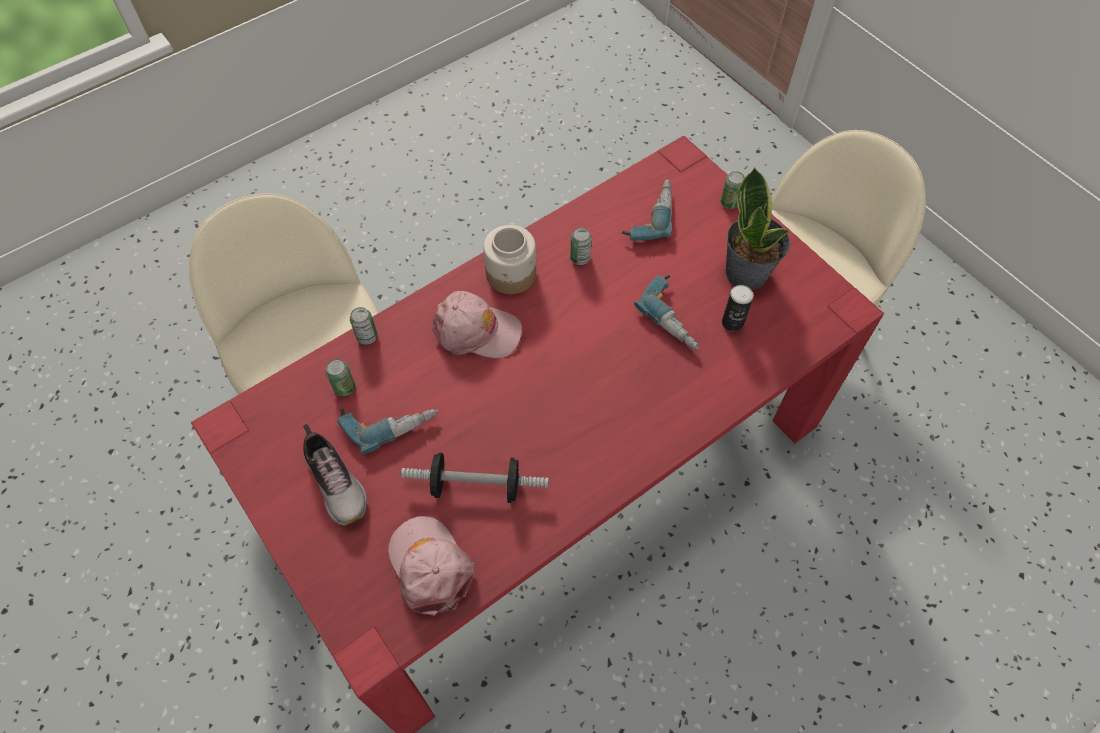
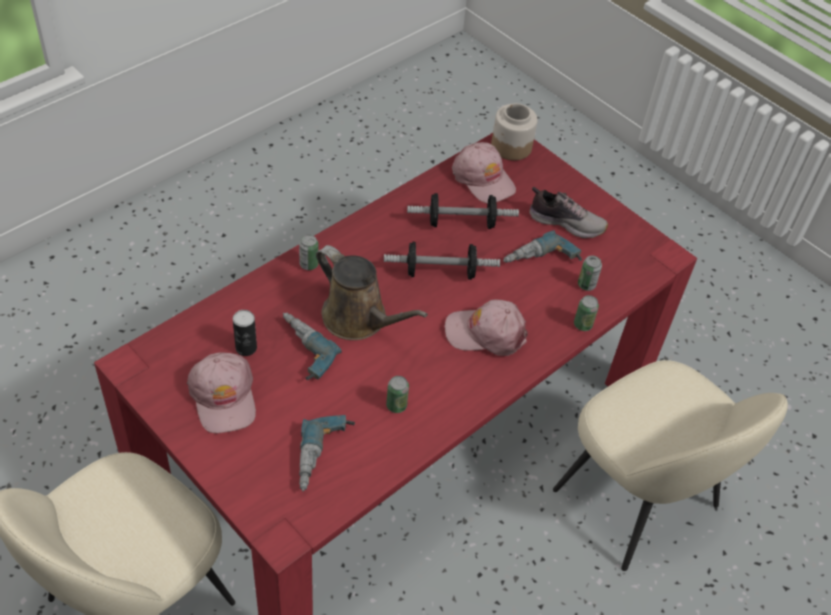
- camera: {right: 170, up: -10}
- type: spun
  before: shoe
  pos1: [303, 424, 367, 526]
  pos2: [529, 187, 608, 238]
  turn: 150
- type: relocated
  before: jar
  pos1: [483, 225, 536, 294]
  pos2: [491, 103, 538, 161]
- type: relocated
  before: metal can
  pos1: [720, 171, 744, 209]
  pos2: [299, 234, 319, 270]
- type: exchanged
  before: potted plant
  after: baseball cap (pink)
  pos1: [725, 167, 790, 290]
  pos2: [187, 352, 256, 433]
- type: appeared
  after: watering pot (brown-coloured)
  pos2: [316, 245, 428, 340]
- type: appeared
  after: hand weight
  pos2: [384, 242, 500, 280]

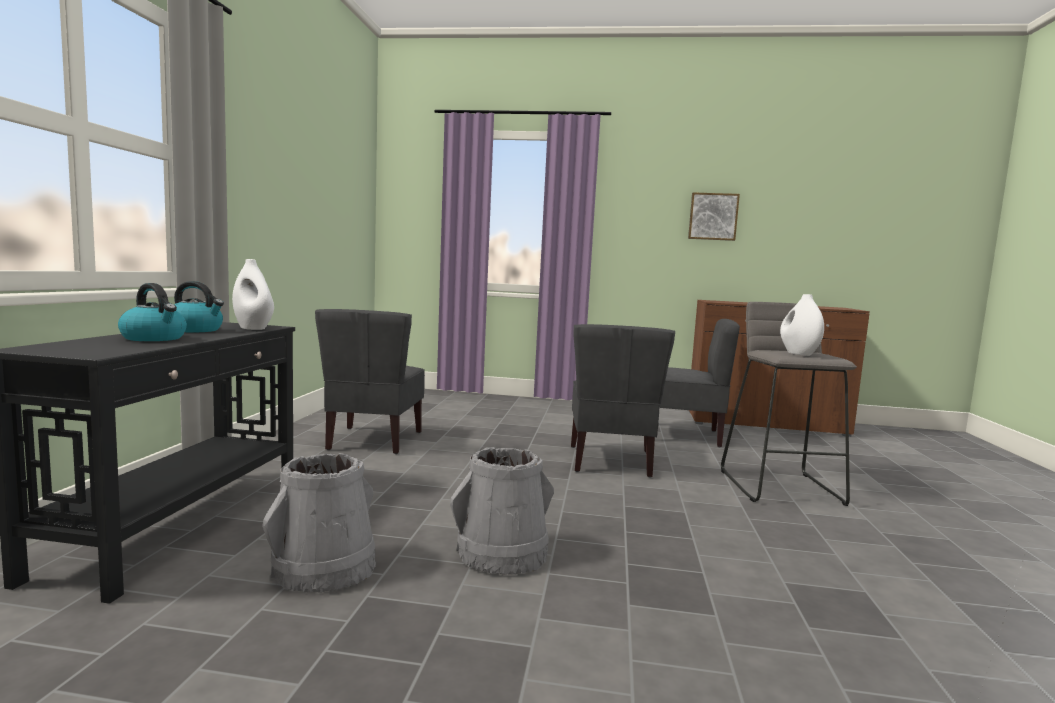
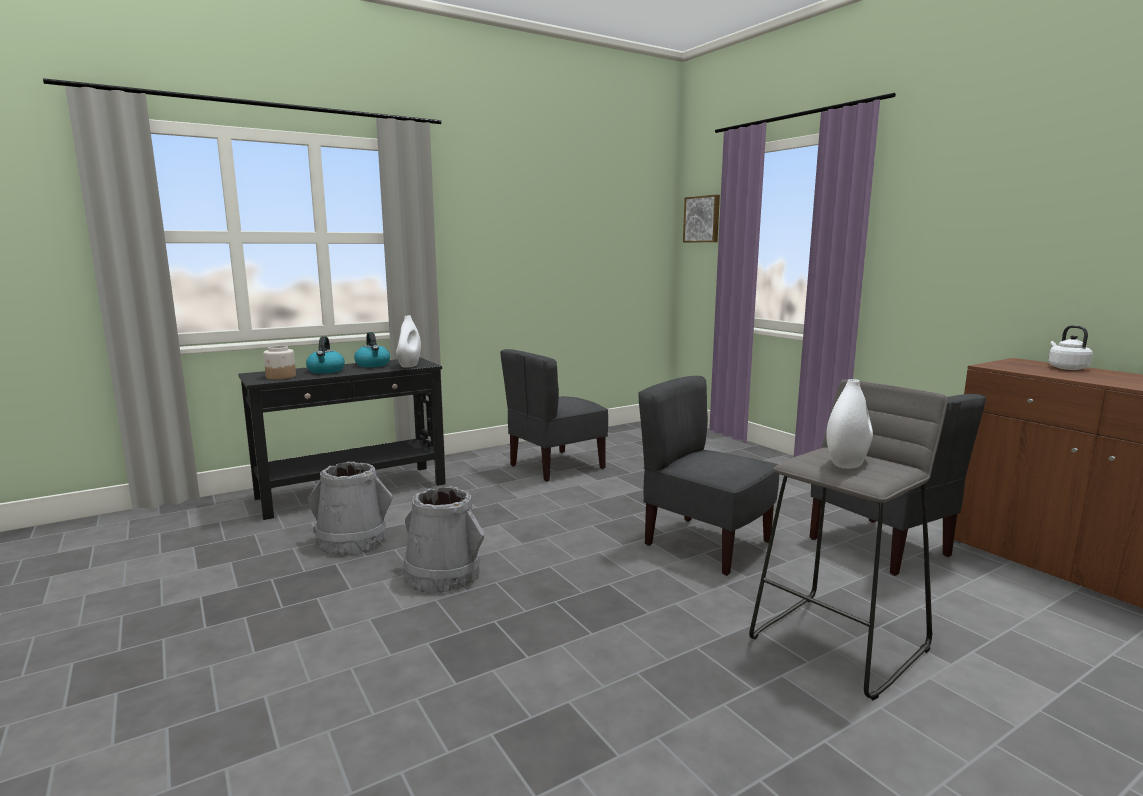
- camera: {right: 50, up: 5}
- type: spun
  before: chair (gray)
  pos1: [571, 324, 675, 477]
  pos2: [638, 376, 779, 576]
  turn: 75
- type: relocated
  before: wall picture
  pos1: [688, 192, 740, 241]
  pos2: [683, 195, 720, 243]
- type: appeared
  after: jar
  pos2: [263, 346, 296, 380]
- type: appeared
  after: water kettle (white)
  pos2: [1048, 325, 1093, 370]

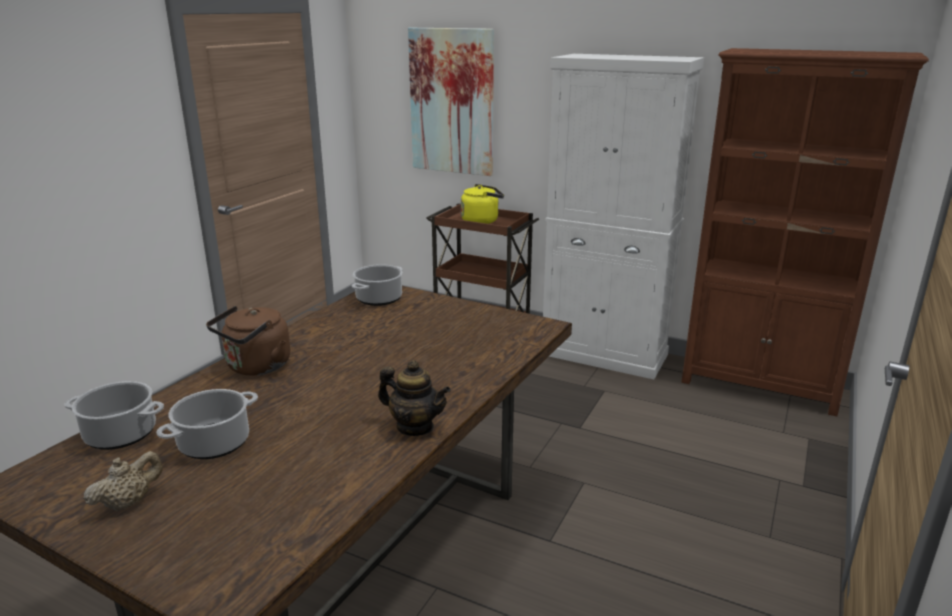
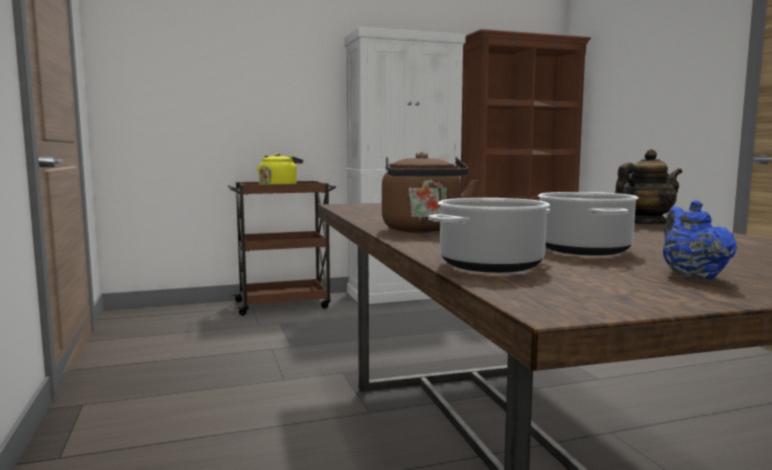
- camera: {right: -45, up: -15}
- type: colour
  before: teapot (sand-coloured)
  after: teapot (bluish)
  pos1: [84, 451, 163, 511]
  pos2: [663, 200, 737, 280]
- type: missing
  before: cooking pot
  pos1: [352, 264, 403, 306]
- type: missing
  before: wall picture
  pos1: [408, 28, 494, 176]

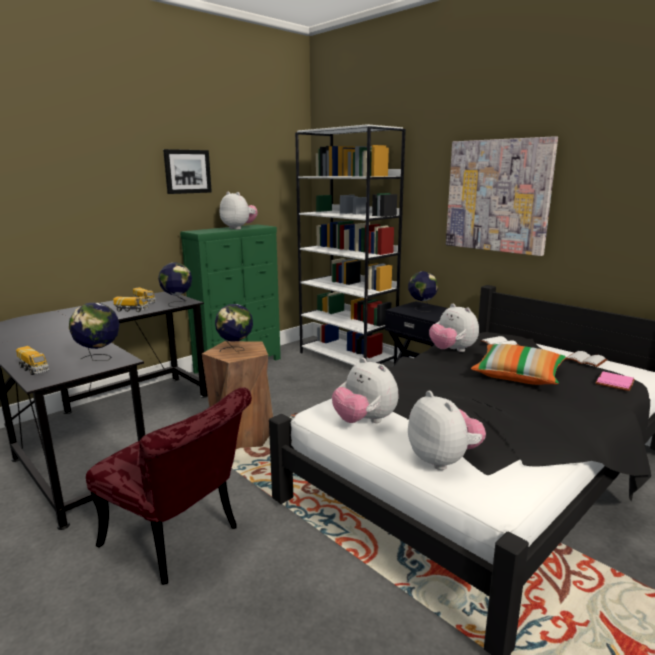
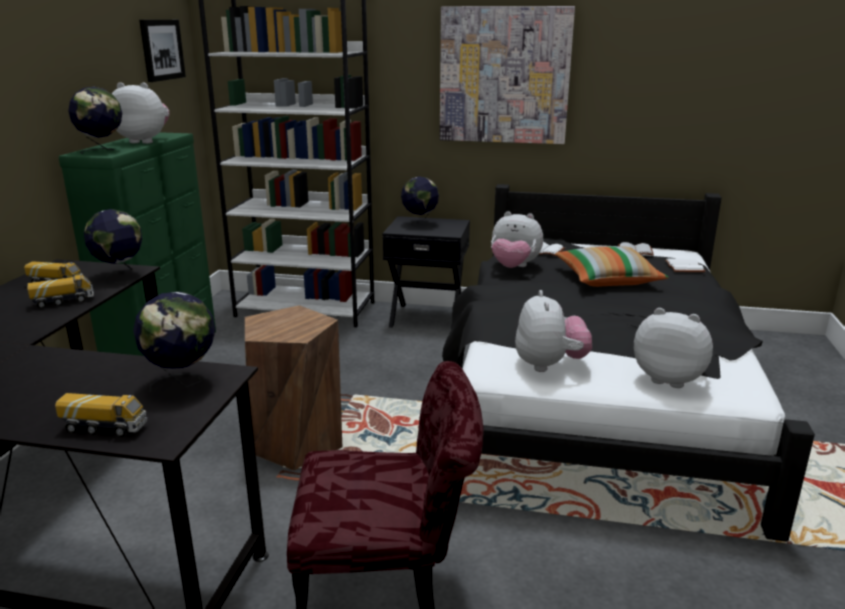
- camera: {right: -35, up: 5}
- type: relocated
  before: wall picture
  pos1: [163, 149, 212, 194]
  pos2: [139, 20, 186, 82]
- type: relocated
  before: world globe
  pos1: [215, 304, 253, 352]
  pos2: [68, 87, 122, 154]
- type: spun
  before: plush toy
  pos1: [332, 358, 398, 423]
  pos2: [515, 290, 592, 372]
  turn: -105
- type: colour
  before: book (pink)
  after: book (white)
  pos1: [595, 371, 635, 391]
  pos2: [664, 258, 706, 272]

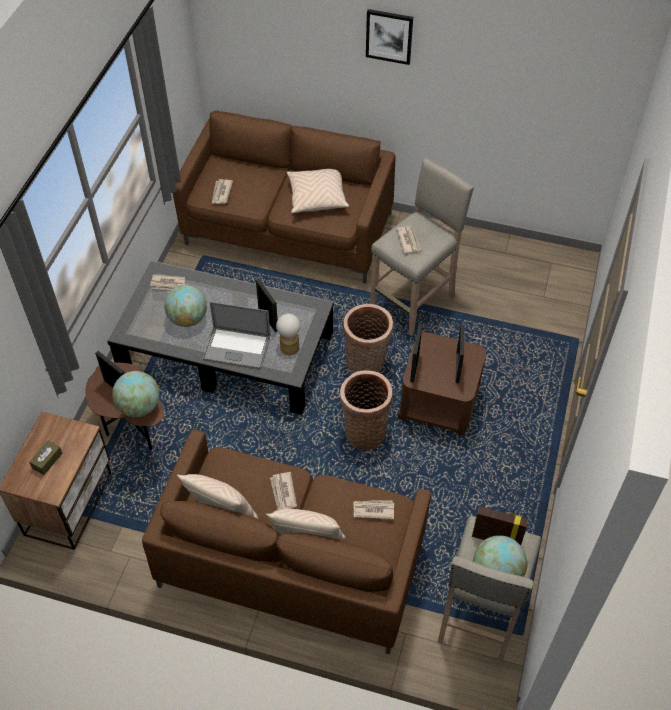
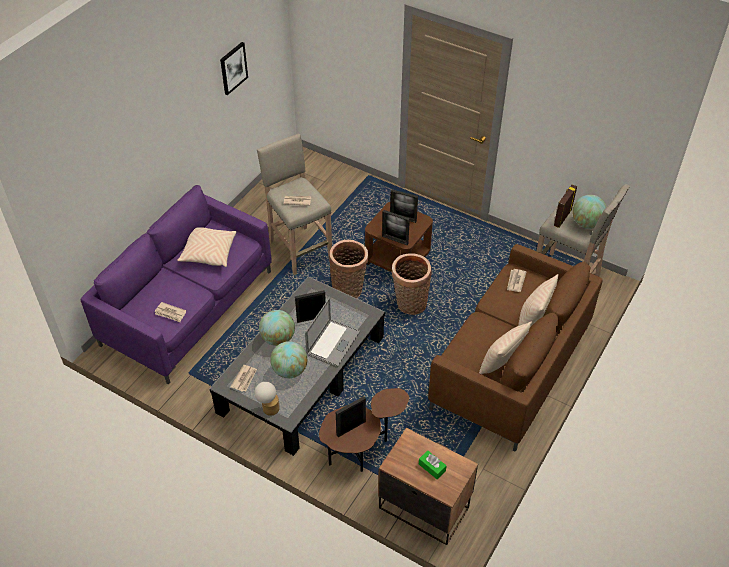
- camera: {right: -75, up: -5}
- type: colour
  before: box of tissues (brown-coloured)
  after: box of tissues (green-coloured)
  pos1: [29, 441, 63, 475]
  pos2: [419, 451, 447, 479]
- type: relocated
  before: world globe
  pos1: [112, 371, 159, 417]
  pos2: [259, 310, 295, 346]
- type: colour
  before: sofa (brown-coloured)
  after: sofa (purple)
  pos1: [173, 110, 395, 283]
  pos2: [81, 185, 272, 384]
- type: missing
  before: daily paper
  pos1: [270, 472, 297, 510]
- type: relocated
  before: tabletop lamp
  pos1: [276, 313, 301, 355]
  pos2: [254, 382, 280, 416]
- type: relocated
  before: wall picture
  pos1: [366, 9, 413, 65]
  pos2: [220, 42, 248, 95]

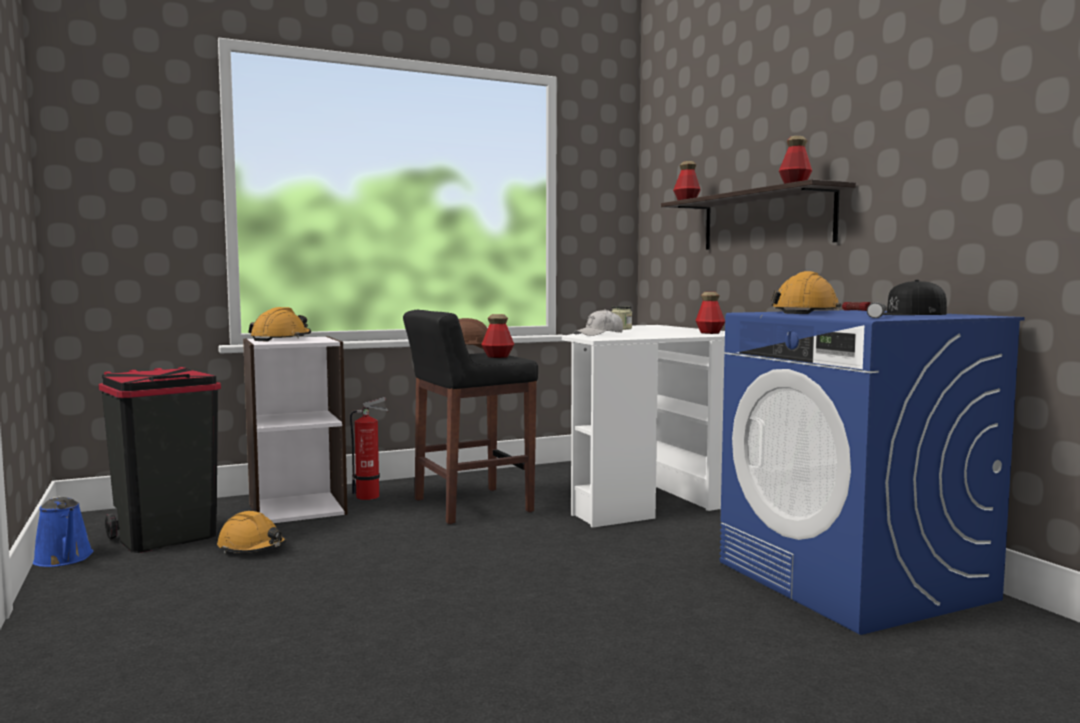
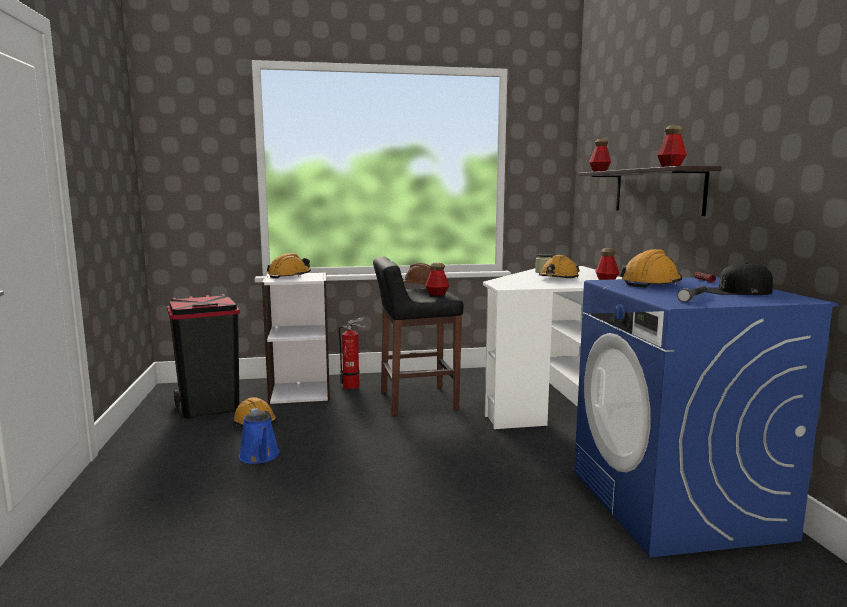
- camera: {right: 15, up: 5}
- type: relocated
  before: watering pot (bluish)
  pos1: [33, 496, 94, 567]
  pos2: [239, 408, 280, 464]
- type: missing
  before: baseball cap (white)
  pos1: [574, 309, 623, 336]
- type: appeared
  after: hard hat (orange-coloured)
  pos2: [539, 255, 580, 279]

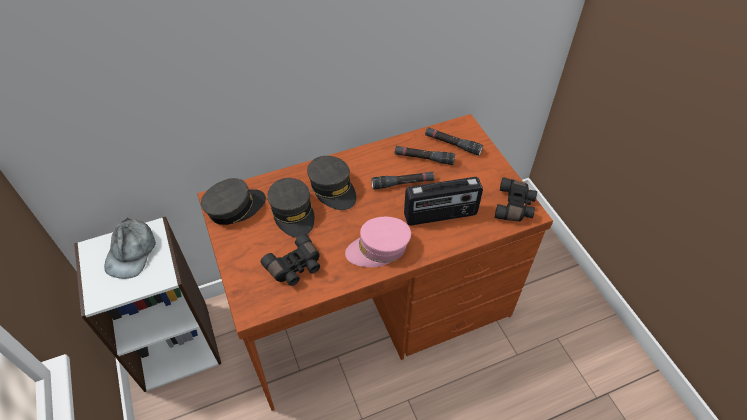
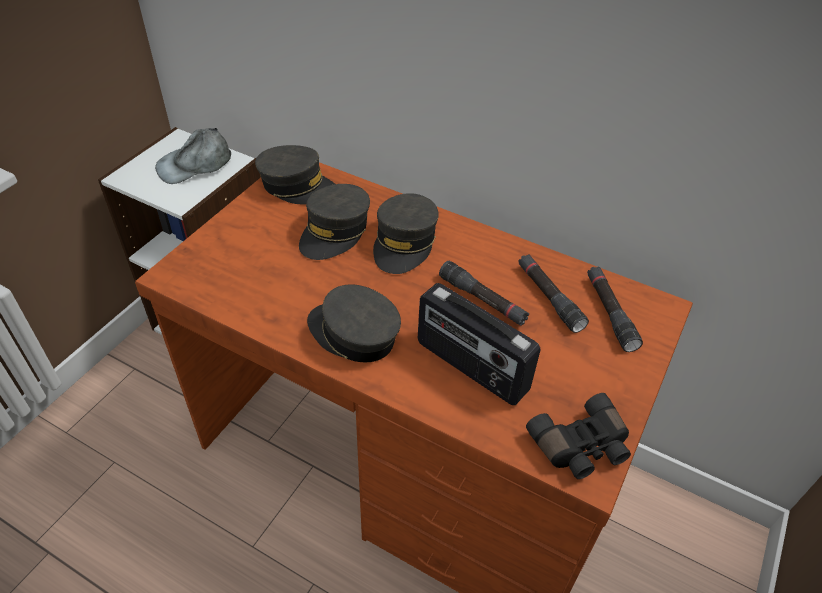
- camera: {right: 50, up: -5}
- type: missing
  before: field glasses (black)
  pos1: [261, 234, 320, 286]
- type: colour
  before: baseball cap (pink)
  after: baseball cap (gray)
  pos1: [345, 217, 411, 267]
  pos2: [307, 284, 401, 362]

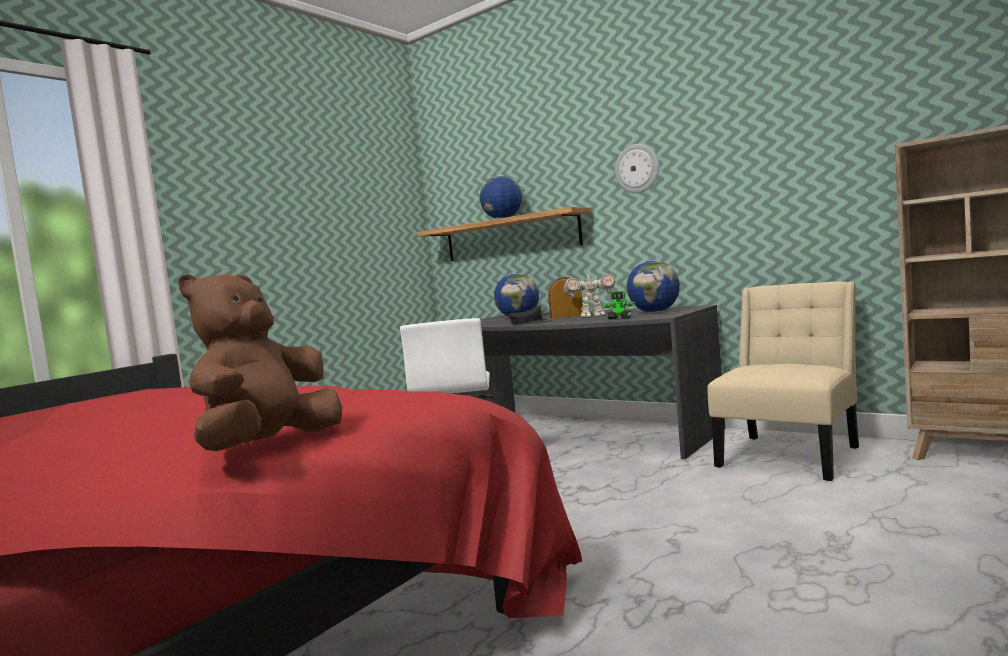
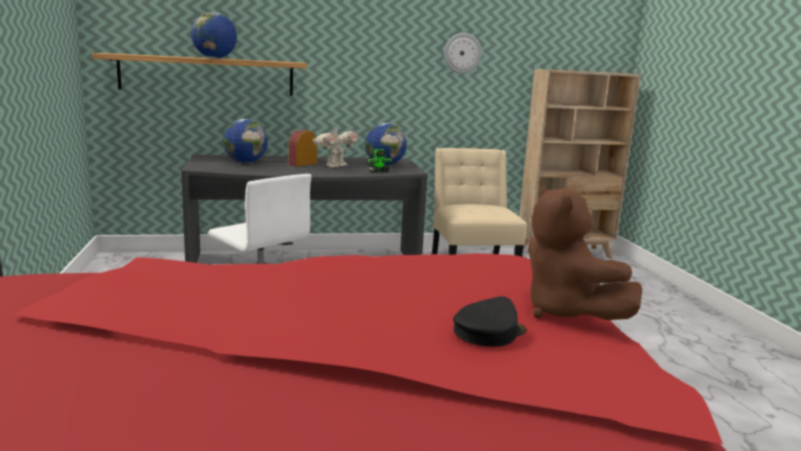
- camera: {right: -50, up: 10}
- type: relocated
  before: baseball cap (black)
  pos1: [508, 305, 552, 324]
  pos2: [453, 296, 527, 347]
- type: relocated
  before: clock on the wall
  pos1: [615, 144, 659, 193]
  pos2: [444, 33, 482, 74]

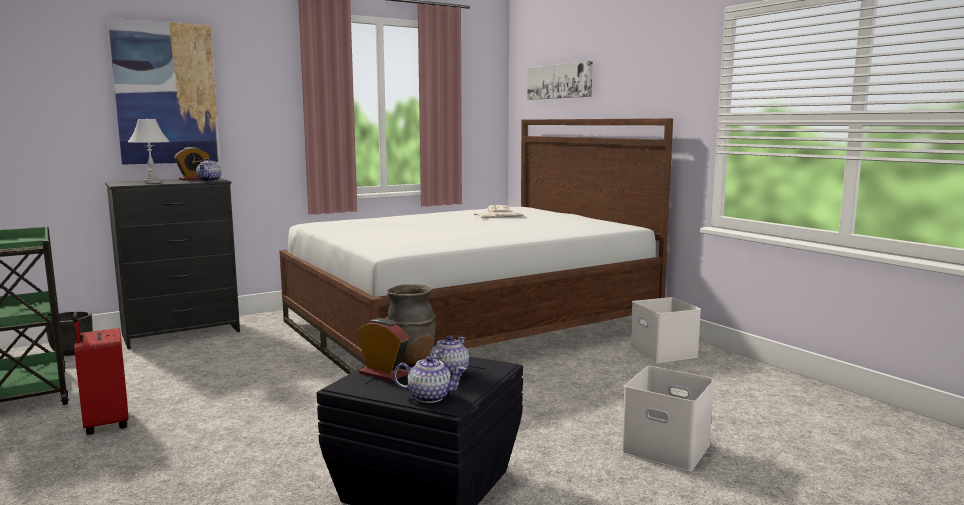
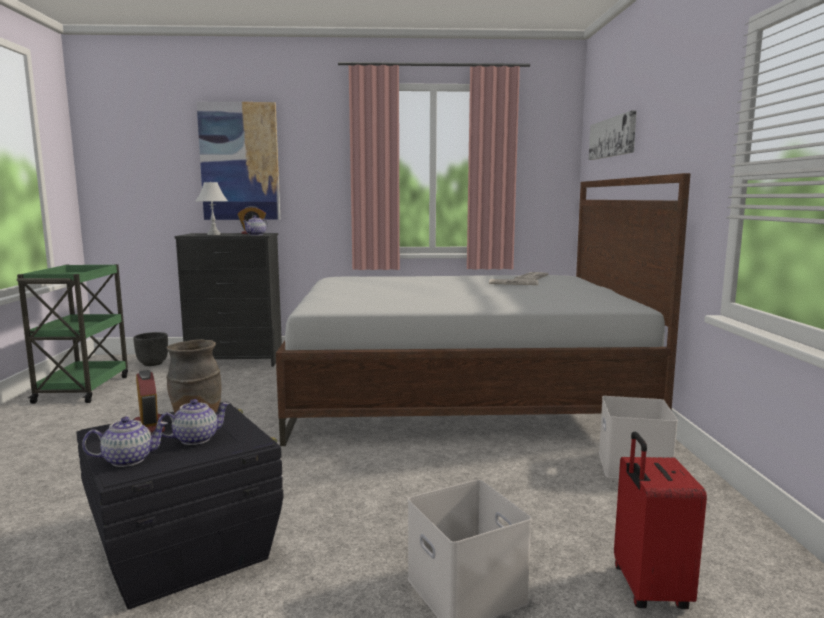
- camera: {right: 30, up: 0}
- type: relocated
  before: piece of luggage (red)
  pos1: [73, 311, 129, 435]
  pos2: [614, 432, 707, 609]
- type: spun
  before: teapot
  pos1: [393, 356, 466, 403]
  pos2: [82, 417, 168, 467]
  turn: -60

